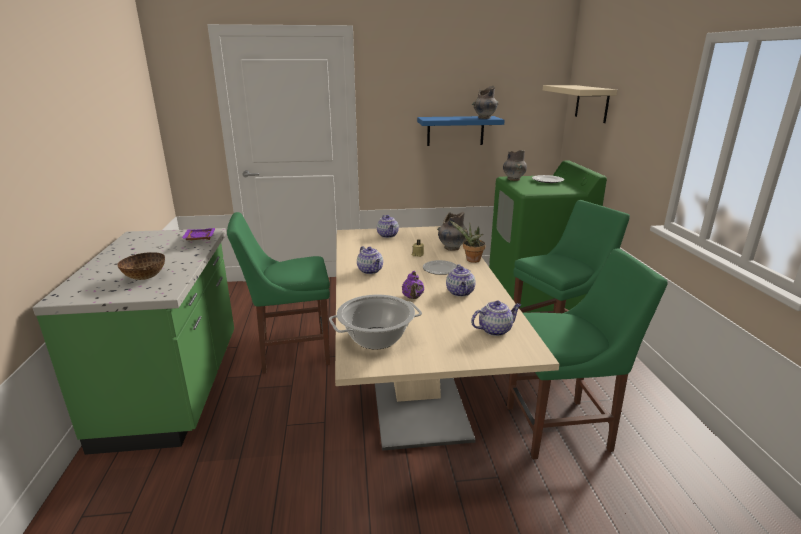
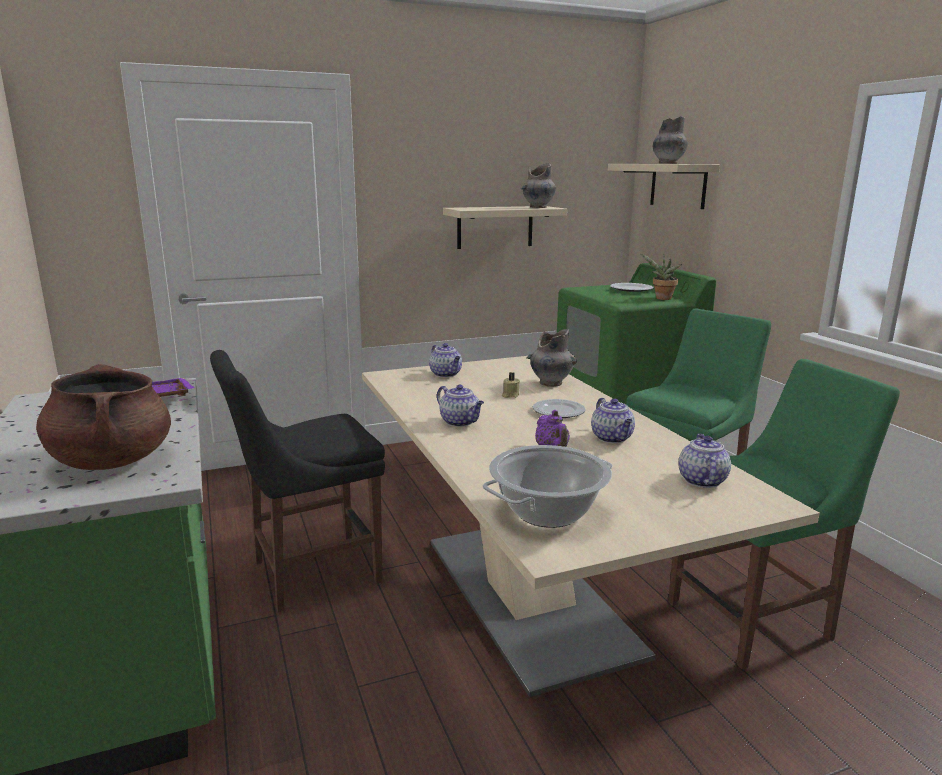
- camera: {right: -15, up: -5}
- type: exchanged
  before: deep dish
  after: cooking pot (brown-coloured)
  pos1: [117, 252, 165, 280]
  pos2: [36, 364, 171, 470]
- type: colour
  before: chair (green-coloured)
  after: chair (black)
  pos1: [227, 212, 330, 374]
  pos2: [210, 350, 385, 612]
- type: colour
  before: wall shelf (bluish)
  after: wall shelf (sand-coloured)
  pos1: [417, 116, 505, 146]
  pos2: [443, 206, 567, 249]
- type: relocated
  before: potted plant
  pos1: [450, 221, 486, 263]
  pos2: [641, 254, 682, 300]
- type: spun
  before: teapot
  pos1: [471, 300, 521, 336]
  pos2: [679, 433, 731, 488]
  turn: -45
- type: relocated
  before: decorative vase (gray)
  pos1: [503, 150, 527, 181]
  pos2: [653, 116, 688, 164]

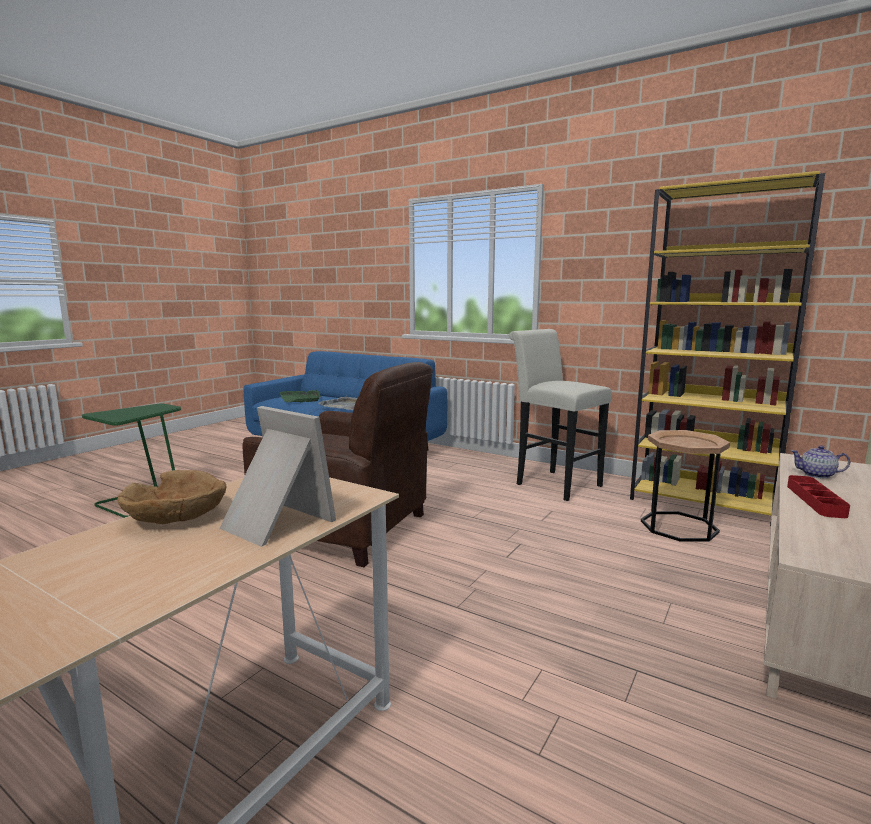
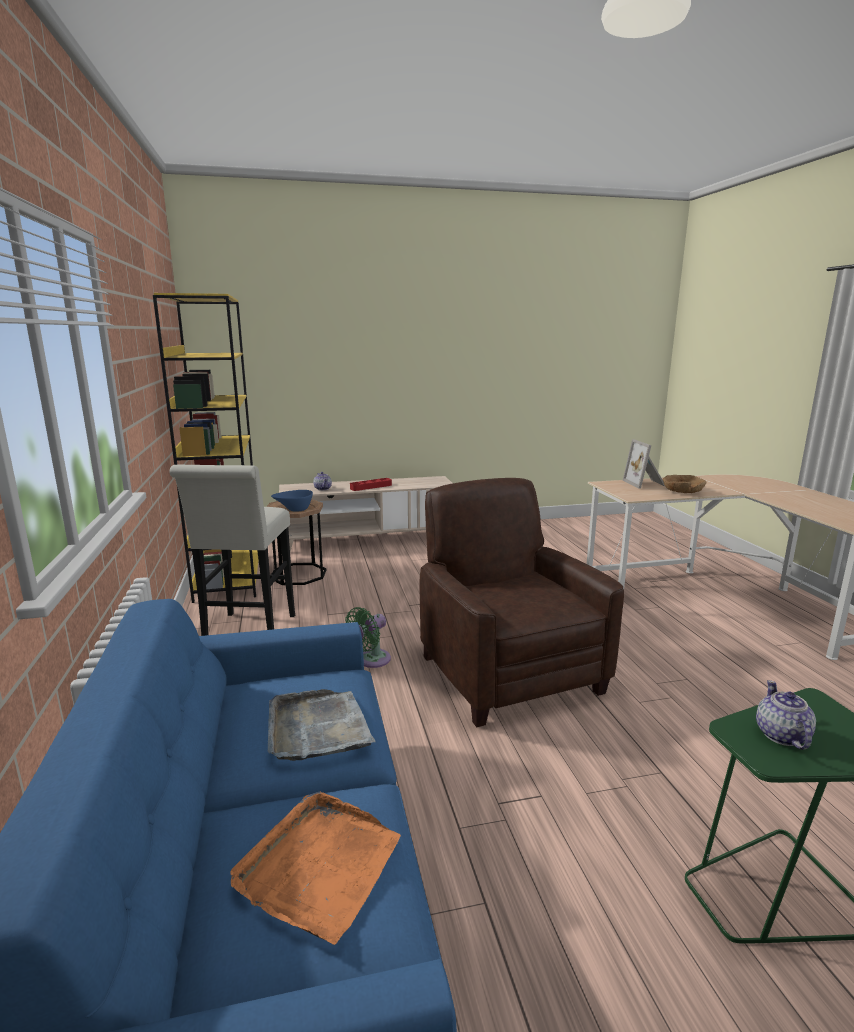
- camera: {right: -135, up: 5}
- type: colour
  before: carrying tray (green-coloured)
  after: carrying tray (orange-coloured)
  pos1: [280, 390, 321, 402]
  pos2: [230, 792, 401, 945]
- type: appeared
  after: deep dish (bluish)
  pos2: [271, 490, 313, 512]
- type: appeared
  after: cooling fan (green-coloured)
  pos2: [345, 607, 391, 668]
- type: appeared
  after: teapot
  pos2: [756, 680, 816, 750]

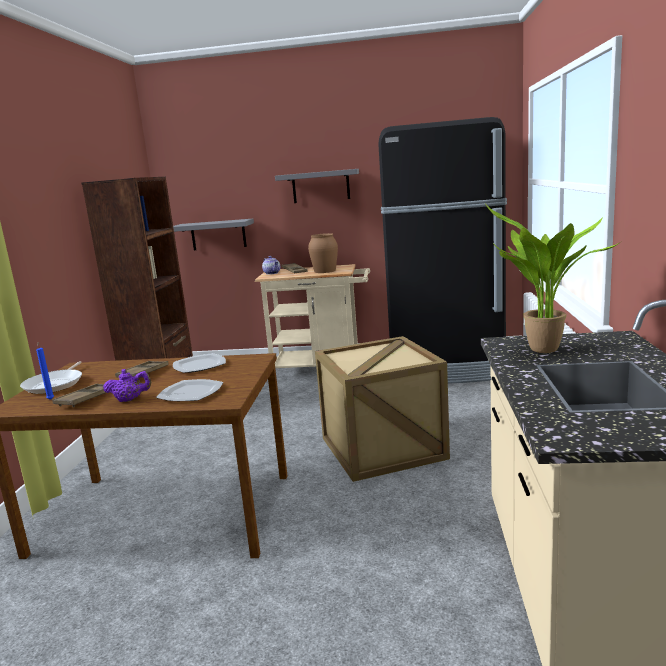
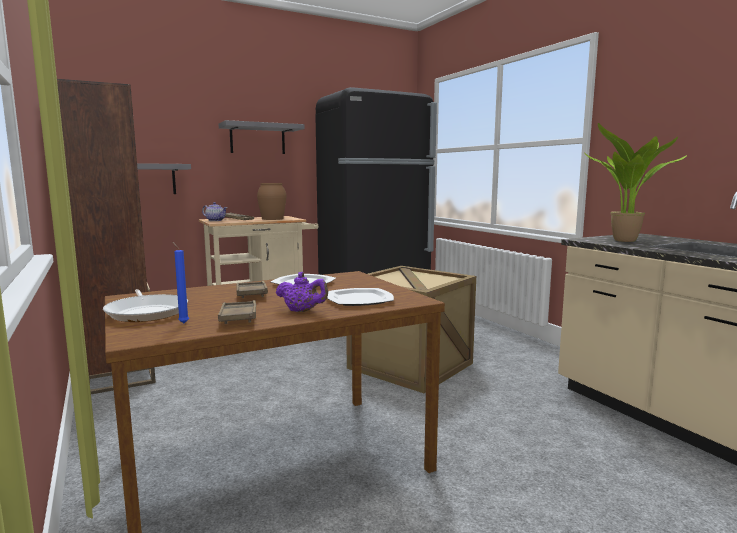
- camera: {right: -35, up: -5}
- type: spun
  before: teapot (purple)
  pos1: [103, 369, 151, 402]
  pos2: [276, 272, 328, 312]
  turn: 60

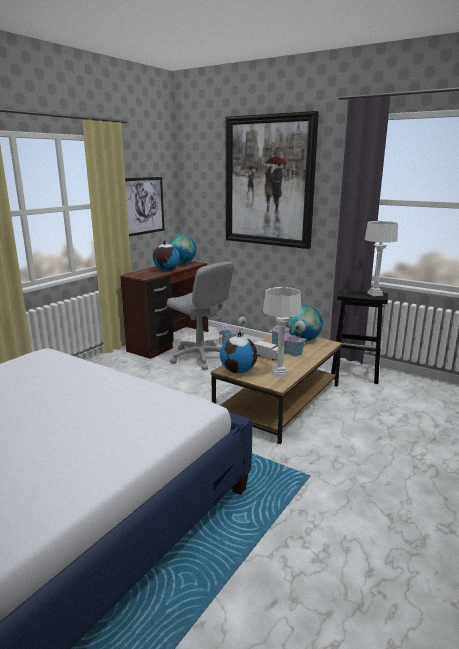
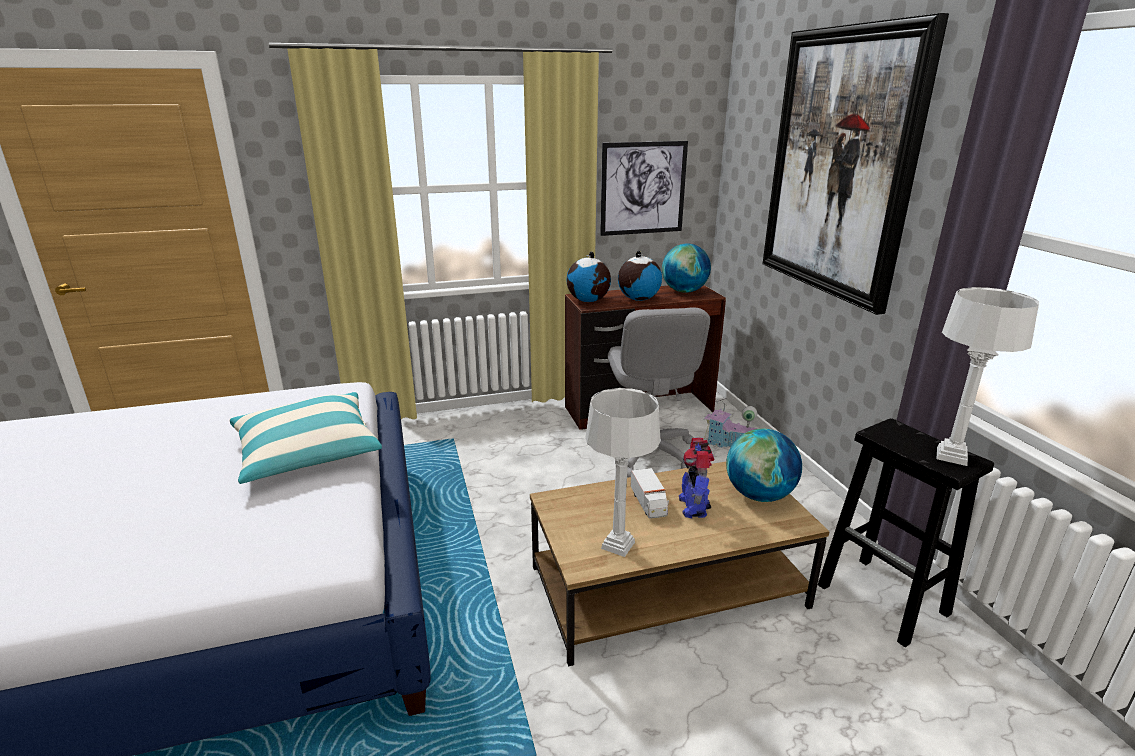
- camera: {right: 40, up: 5}
- type: relocated
  before: world globe
  pos1: [220, 331, 257, 373]
  pos2: [567, 251, 611, 302]
- type: exchanged
  before: miniature house
  after: toy robot
  pos1: [270, 321, 307, 357]
  pos2: [679, 438, 714, 519]
- type: appeared
  after: cushion
  pos2: [230, 392, 382, 484]

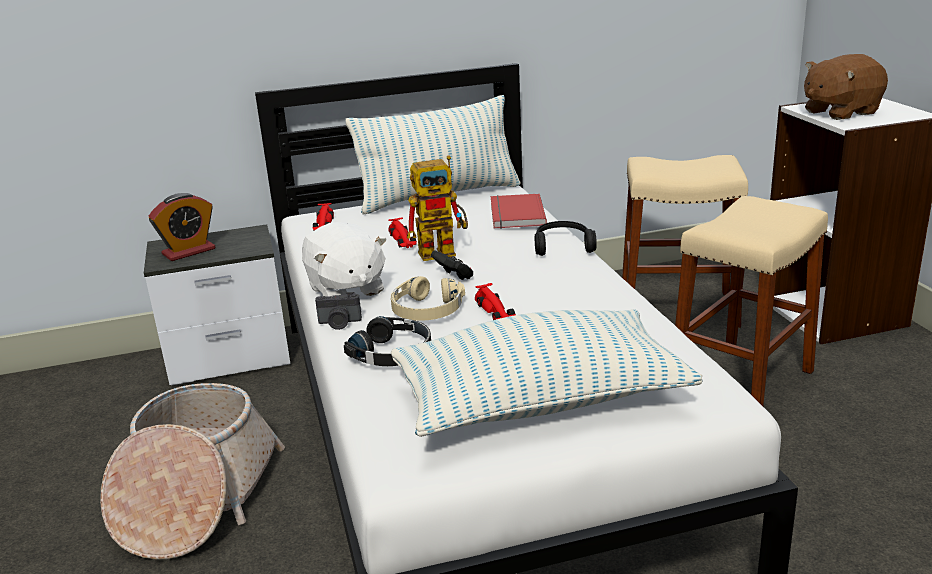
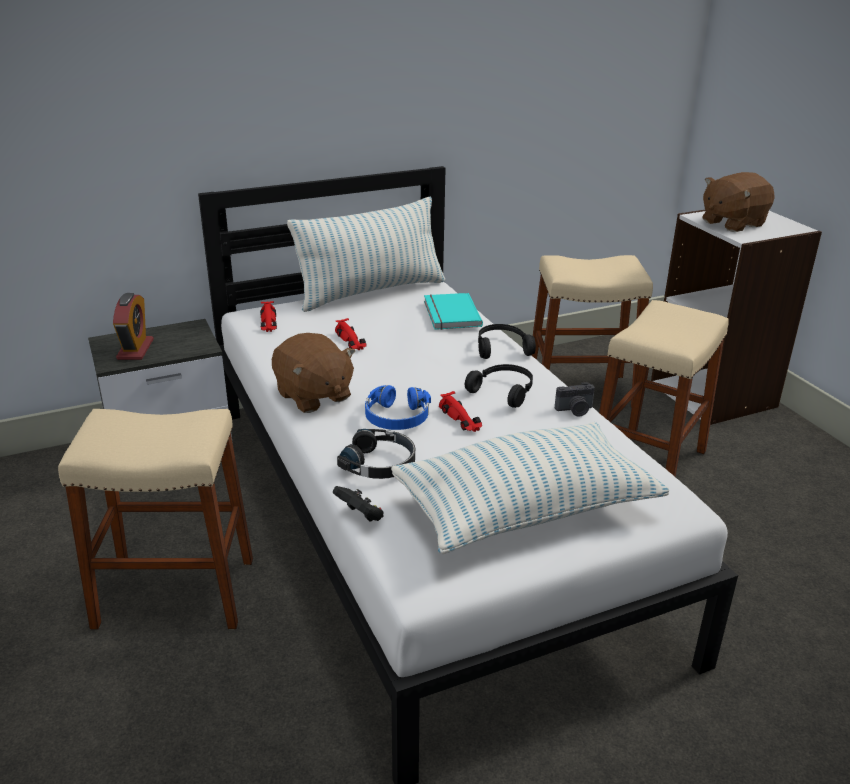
- camera: {right: -10, up: 5}
- type: exchanged
  before: storage basket
  after: sitting stool (sand-coloured)
  pos1: [100, 383, 285, 560]
  pos2: [58, 409, 253, 630]
- type: spun
  before: bedside clock
  pos1: [148, 193, 215, 261]
  pos2: [113, 293, 154, 360]
  turn: -45
- type: colour
  before: plush toy (white)
  after: plush toy (brown-coloured)
  pos1: [302, 222, 387, 297]
  pos2: [272, 333, 355, 413]
- type: relocated
  before: still camera
  pos1: [315, 292, 362, 330]
  pos2: [555, 382, 595, 417]
- type: colour
  before: headphones (sand-coloured)
  after: headphones (bluish)
  pos1: [391, 276, 465, 321]
  pos2: [365, 385, 431, 430]
- type: missing
  before: toy robot
  pos1: [407, 155, 468, 261]
- type: relocated
  before: game controller (black)
  pos1: [431, 250, 473, 280]
  pos2: [333, 486, 384, 522]
- type: colour
  before: book (red)
  after: book (turquoise-coloured)
  pos1: [491, 194, 547, 229]
  pos2: [424, 293, 483, 330]
- type: appeared
  after: headphones (black)
  pos2: [465, 364, 533, 408]

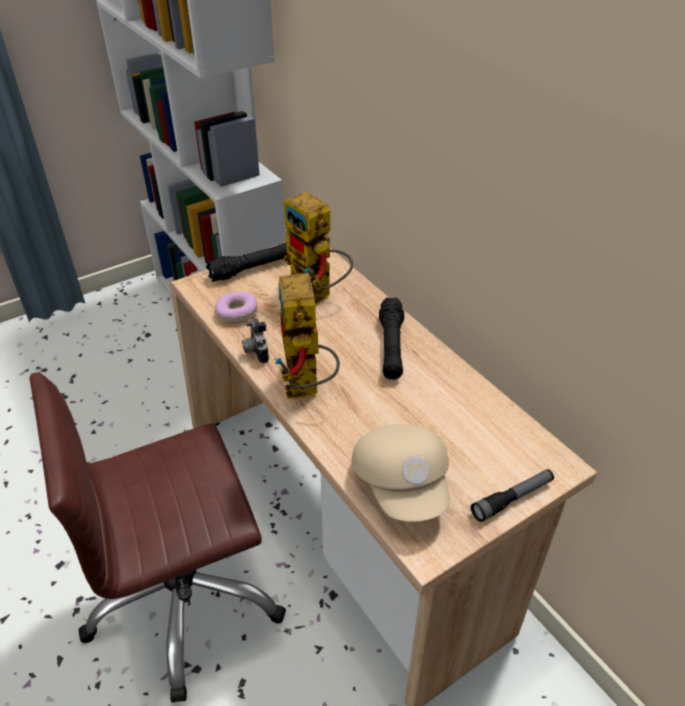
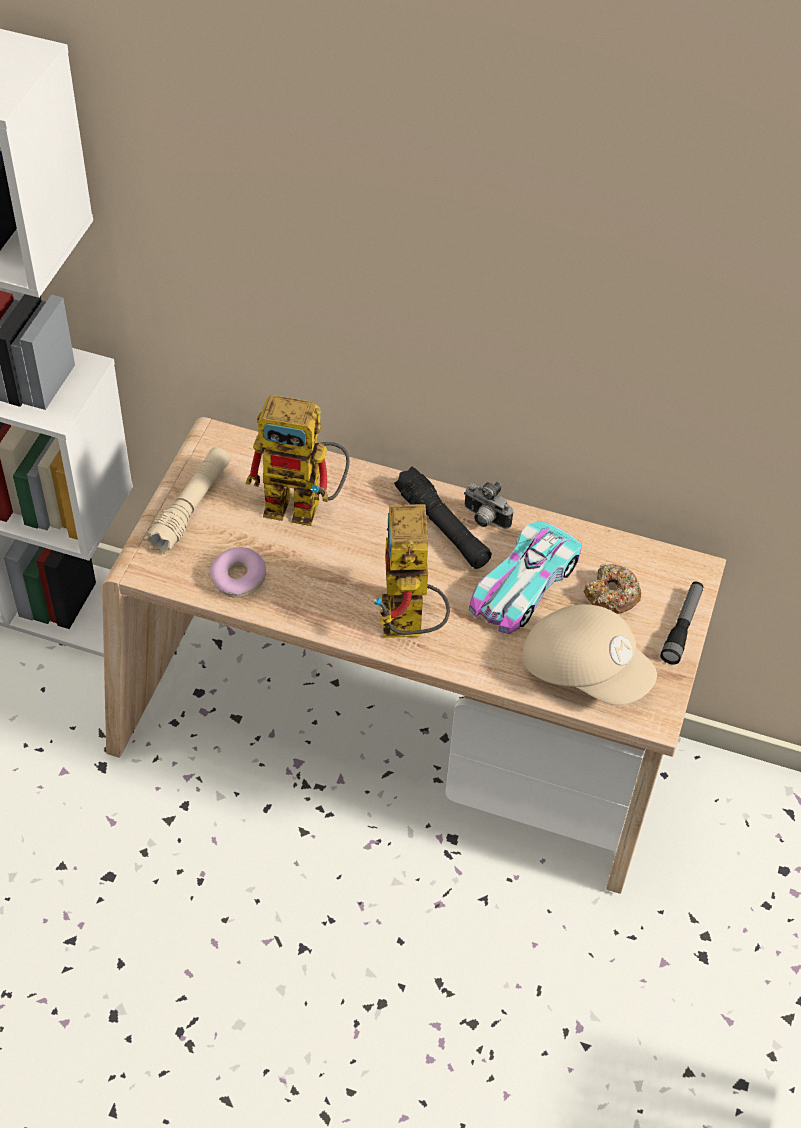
- camera: {right: -40, up: 10}
- type: missing
  before: office chair (brown-coloured)
  pos1: [30, 373, 286, 703]
- type: colour
  before: flashlight (black)
  after: flashlight (sand-coloured)
  pos1: [206, 242, 287, 282]
  pos2: [145, 447, 230, 554]
- type: relocated
  before: still camera
  pos1: [242, 318, 269, 363]
  pos2: [464, 482, 513, 529]
- type: spun
  before: toy robot
  pos1: [274, 273, 340, 399]
  pos2: [373, 504, 450, 638]
  turn: 45
- type: appeared
  after: miniature car
  pos2: [469, 521, 582, 634]
- type: appeared
  after: donut
  pos2: [584, 563, 641, 614]

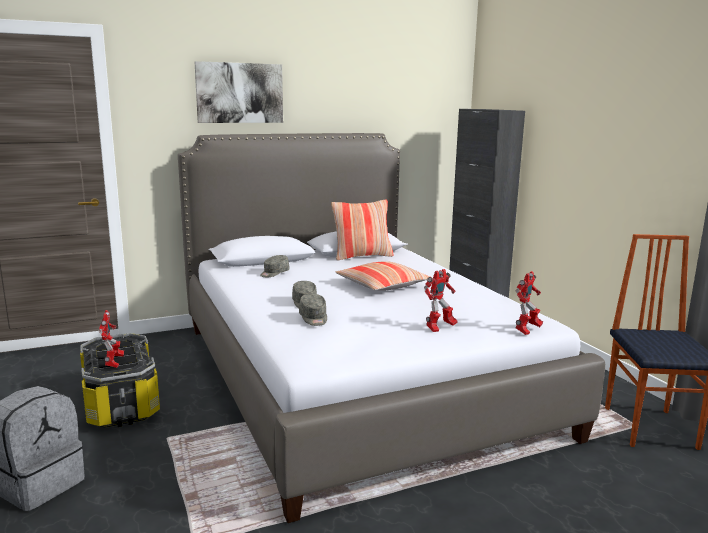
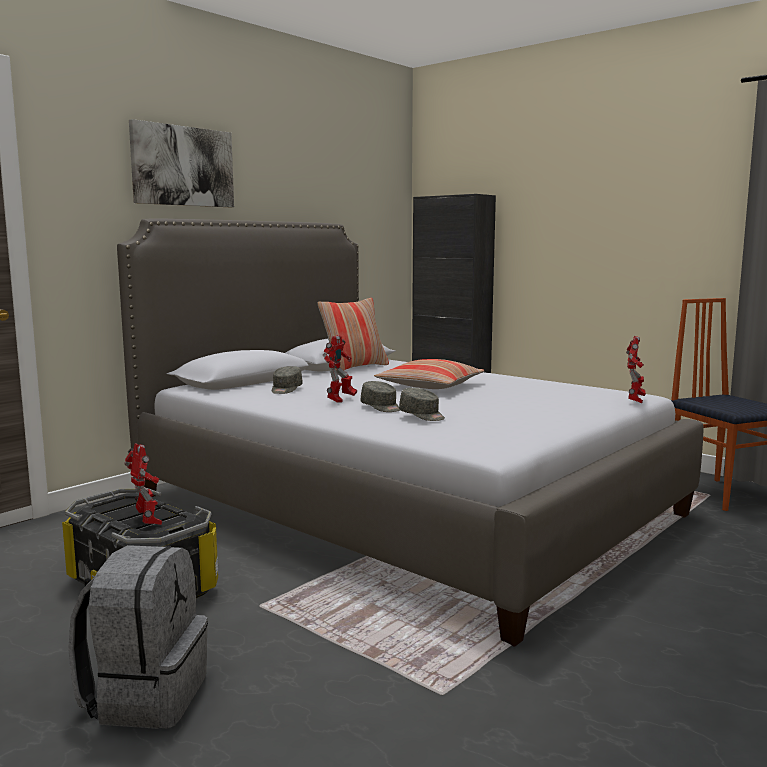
- camera: {right: -25, up: -5}
- type: relocated
  before: toy robot
  pos1: [424, 269, 458, 332]
  pos2: [323, 335, 357, 403]

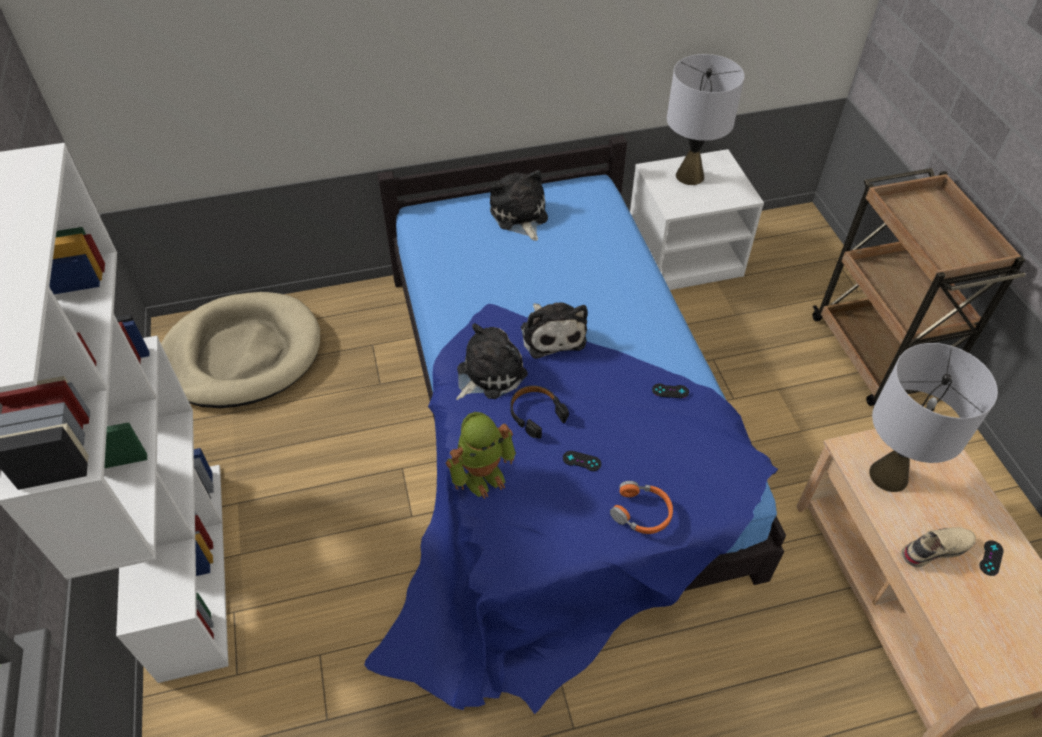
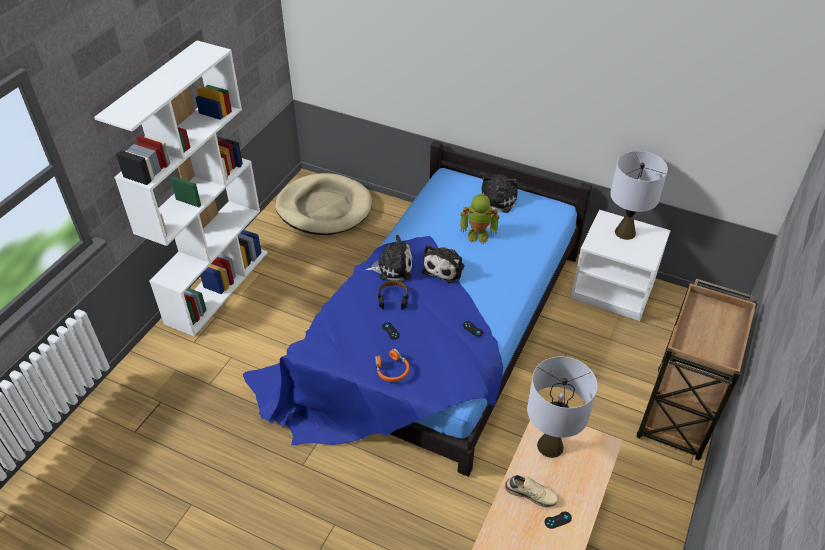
- camera: {right: 40, up: -5}
- type: relocated
  before: toy robot
  pos1: [446, 412, 516, 499]
  pos2: [460, 194, 500, 244]

